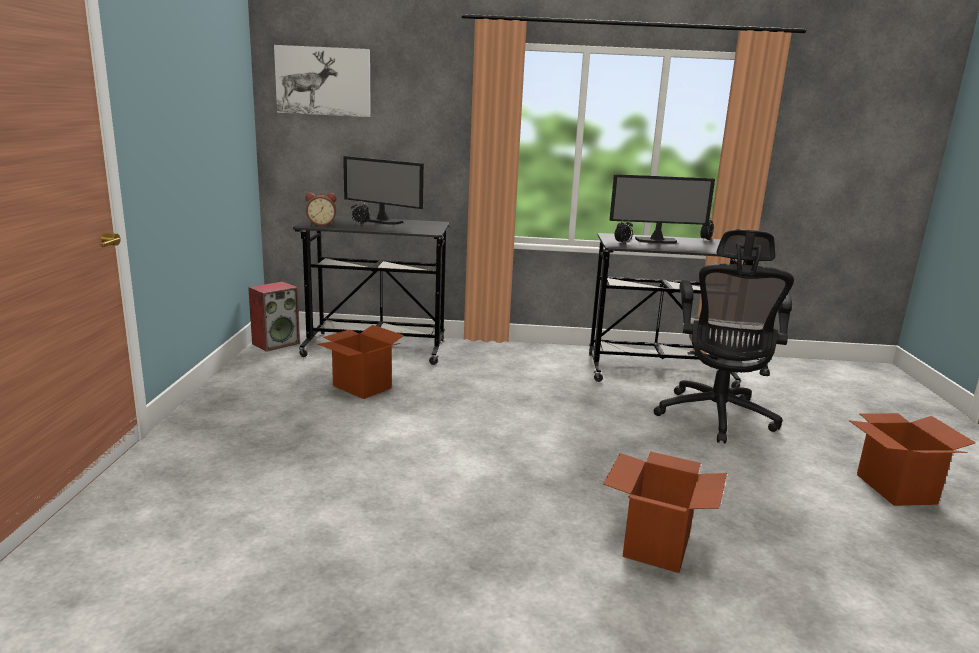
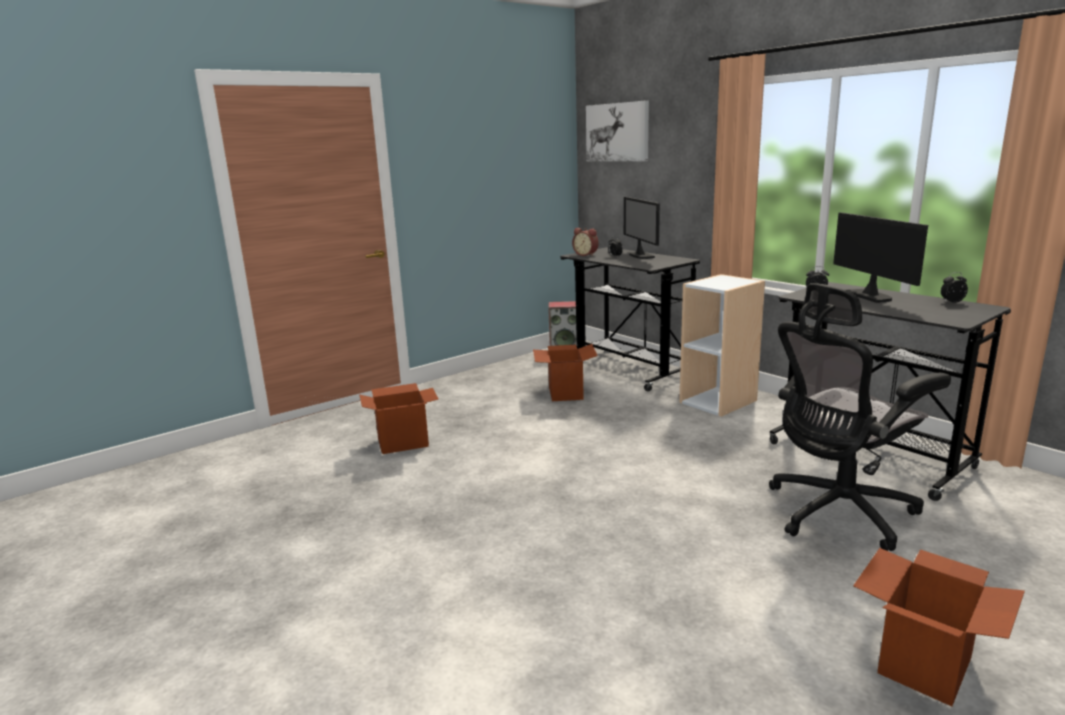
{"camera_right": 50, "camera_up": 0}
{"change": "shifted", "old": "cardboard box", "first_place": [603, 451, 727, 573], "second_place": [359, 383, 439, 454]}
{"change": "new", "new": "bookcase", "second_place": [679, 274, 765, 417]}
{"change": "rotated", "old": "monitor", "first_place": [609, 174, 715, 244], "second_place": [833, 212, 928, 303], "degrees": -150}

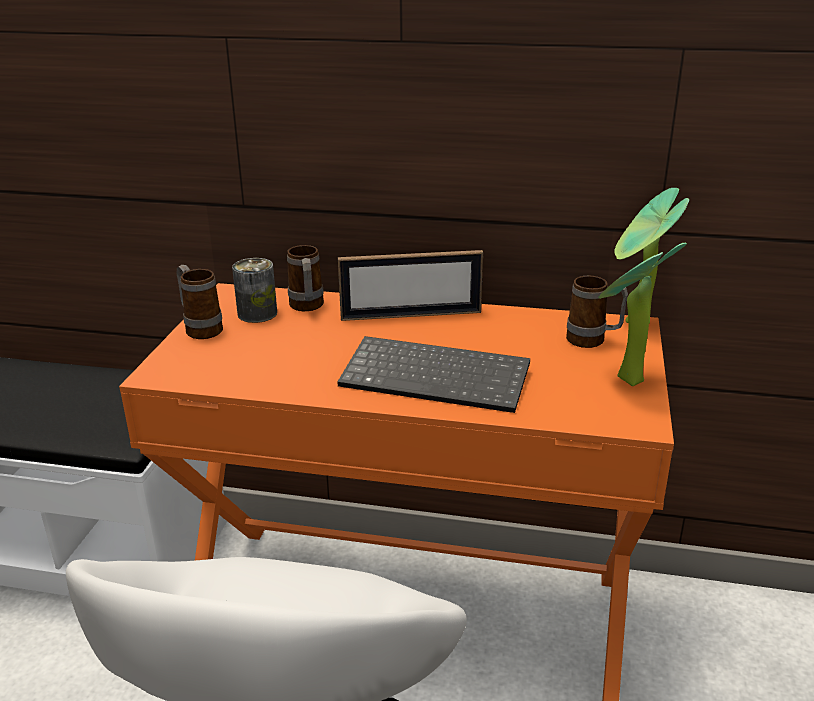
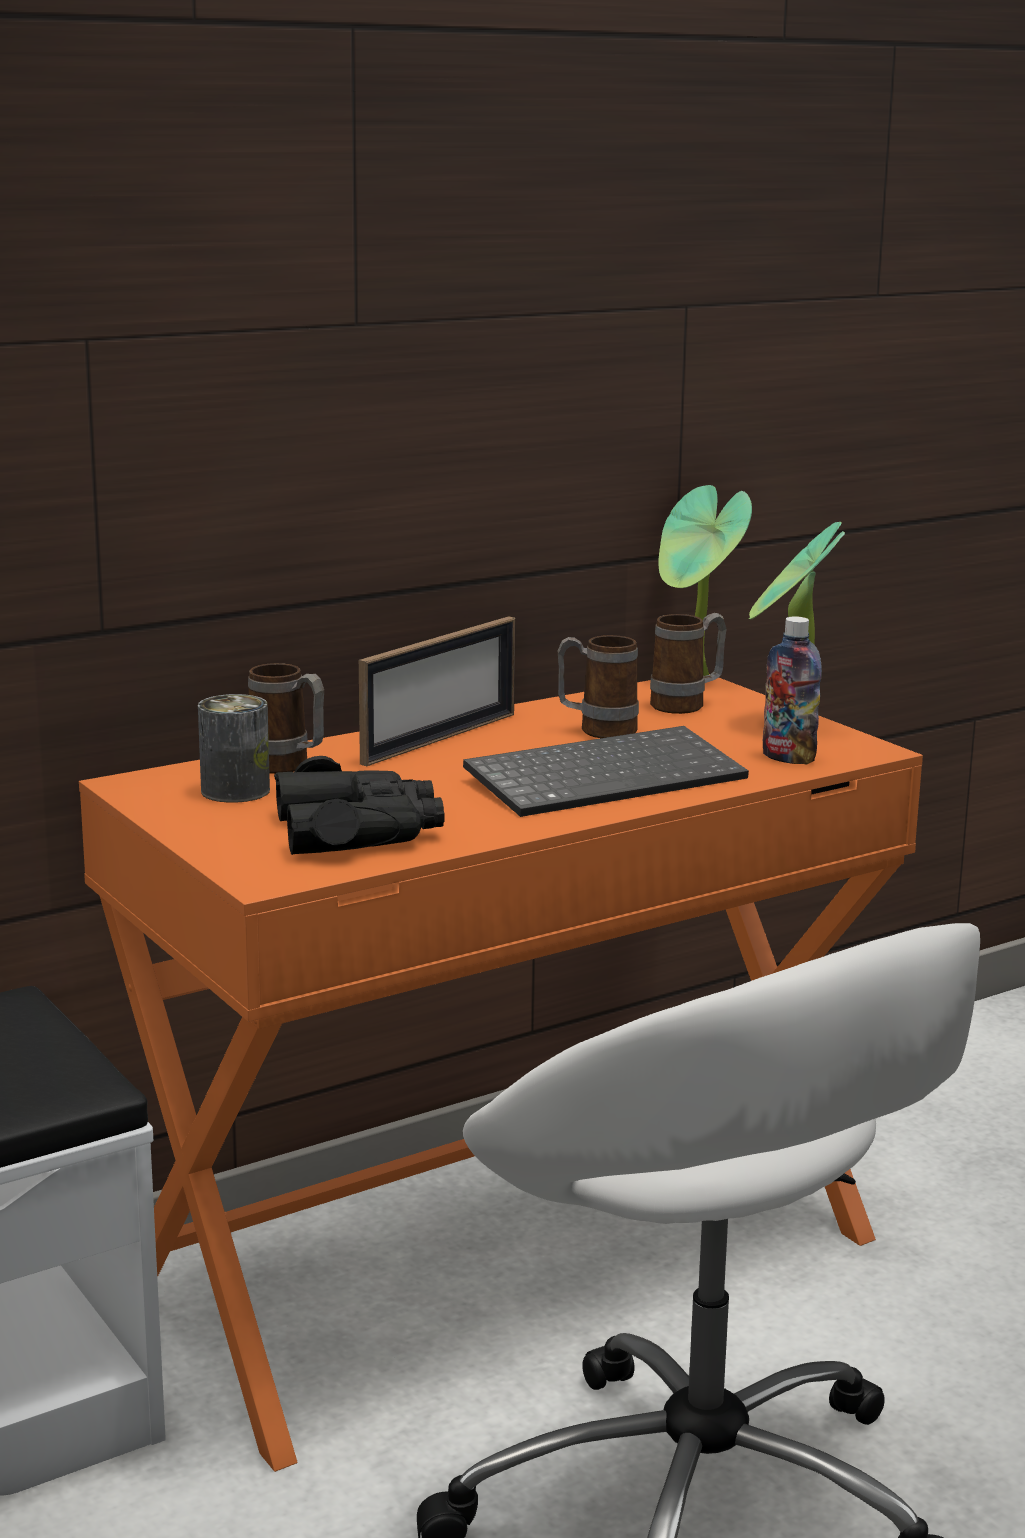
{"camera_right": -45, "camera_up": -10}
{"change": "new", "new": "black binoculars", "second_place": [274, 756, 445, 855]}
{"change": "shifted", "old": "mug", "first_place": [176, 265, 223, 339], "second_place": [558, 635, 639, 738]}
{"change": "new", "new": "bottle", "second_place": [763, 616, 822, 765]}

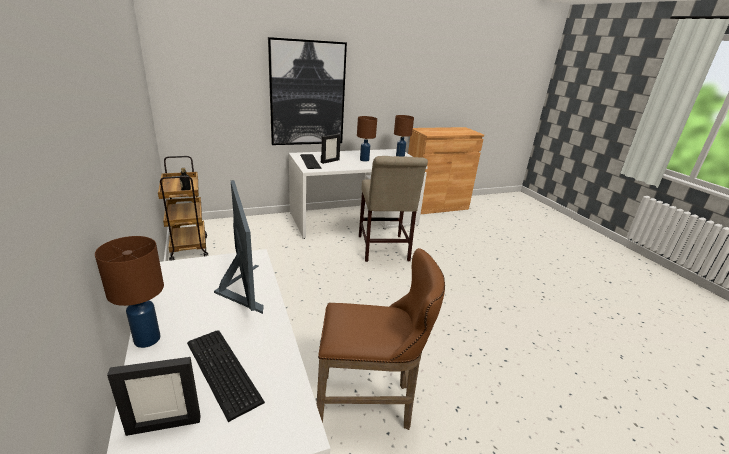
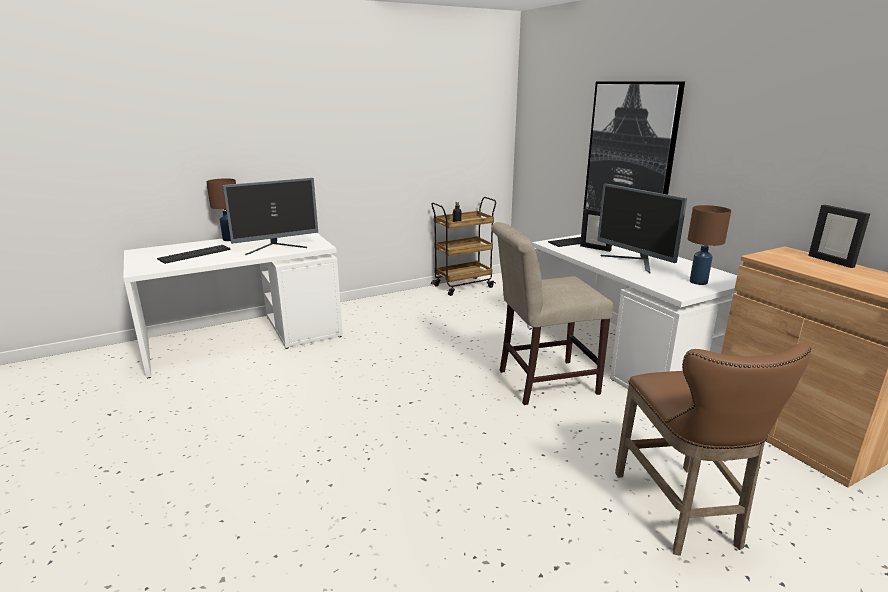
{"camera_right": 85, "camera_up": -5}
{"change": "swapped", "old": "brown table lamp", "new": "monitor", "first_place": [357, 116, 377, 162], "second_place": [597, 183, 687, 273]}
{"change": "shifted", "old": "brown stool", "first_place": [317, 248, 445, 430], "second_place": [615, 343, 811, 556]}
{"change": "shifted", "old": "picture frame", "first_place": [107, 357, 201, 436], "second_place": [808, 205, 870, 268]}

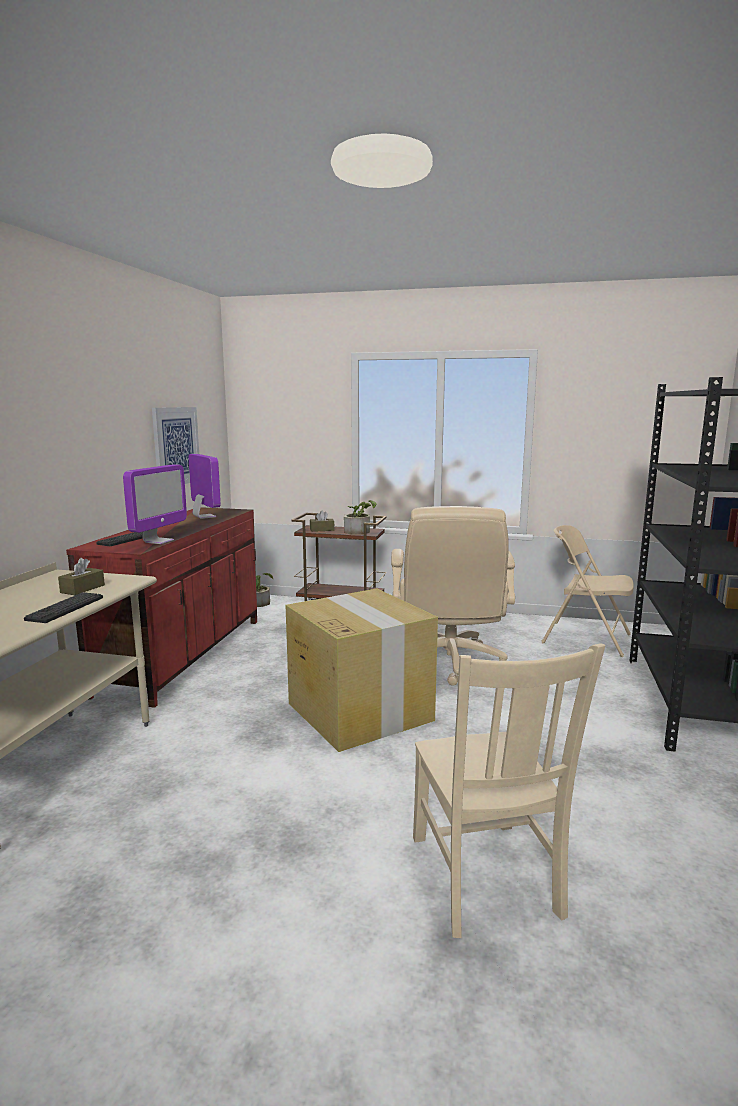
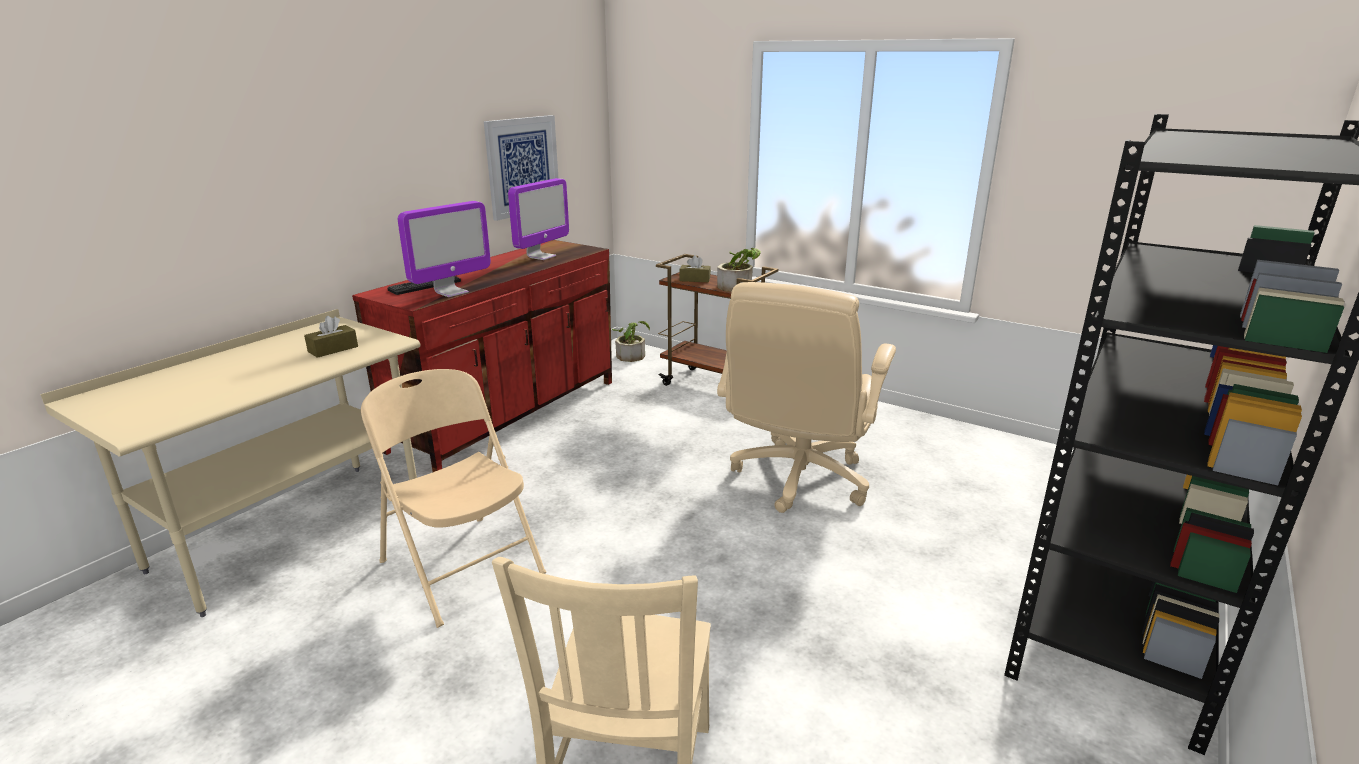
{"camera_right": 20, "camera_up": 10}
{"change": "shifted", "old": "beige chair", "first_place": [542, 525, 634, 657], "second_place": [361, 369, 547, 628]}
{"change": "rotated", "old": "monitor", "first_place": [188, 454, 221, 519], "second_place": [508, 178, 569, 260], "degrees": 45}
{"change": "gone", "old": "keyboard", "first_place": [24, 592, 103, 623]}
{"change": "gone", "old": "cardboard box", "first_place": [286, 589, 438, 752]}

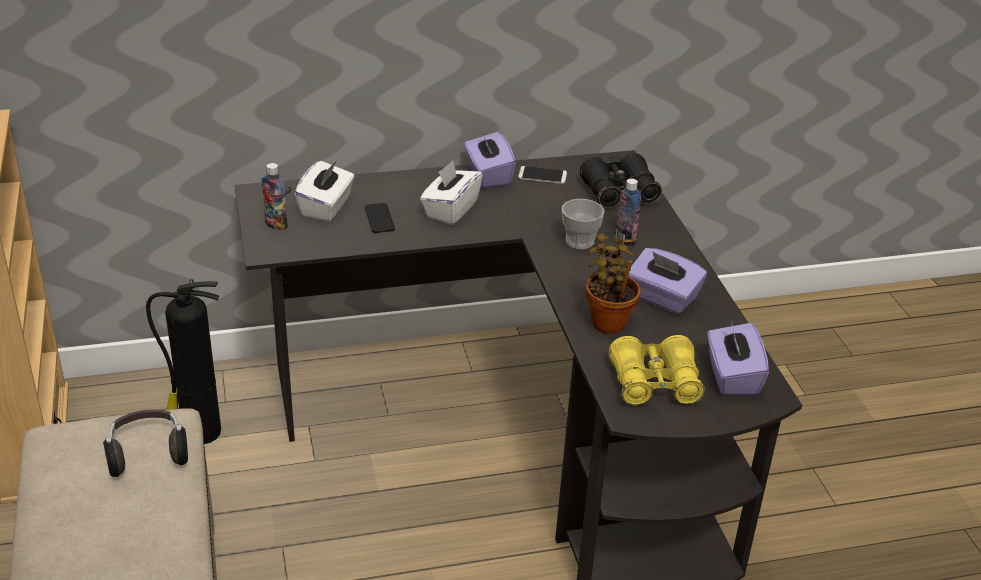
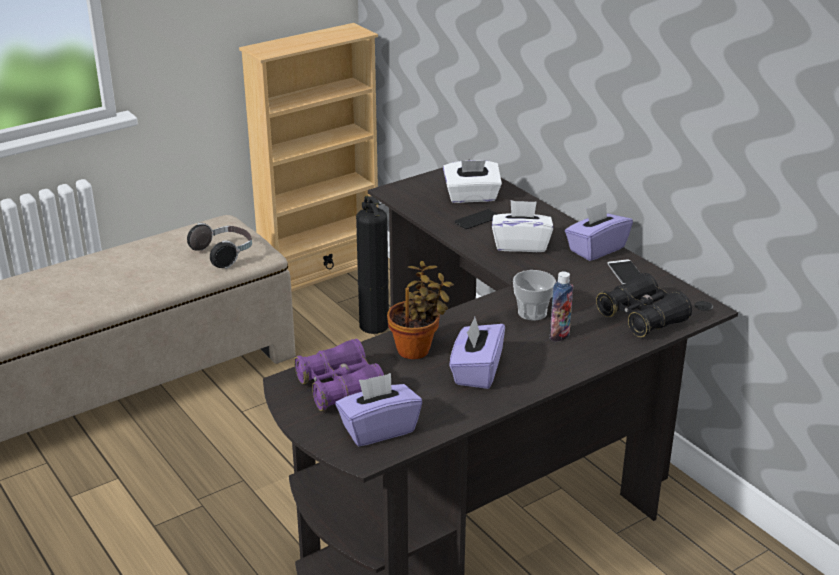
{"camera_right": 70, "camera_up": -5}
{"change": "repainted", "old": "yellow binoculars", "new": "purple binoculars", "first_place": [609, 335, 705, 405], "second_place": [294, 339, 384, 411]}
{"change": "gone", "old": "bottle", "first_place": [262, 163, 288, 230]}

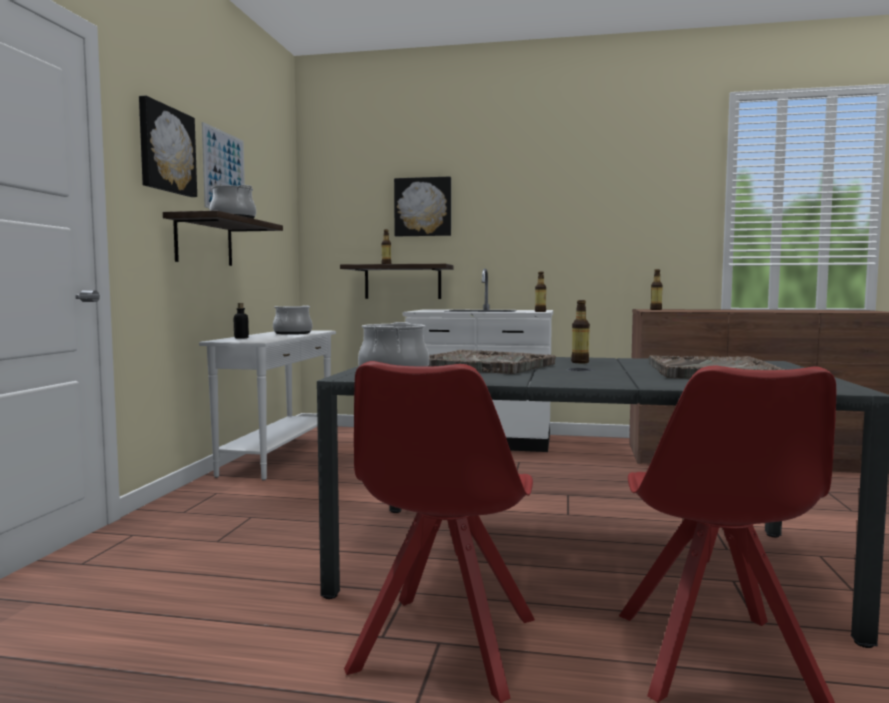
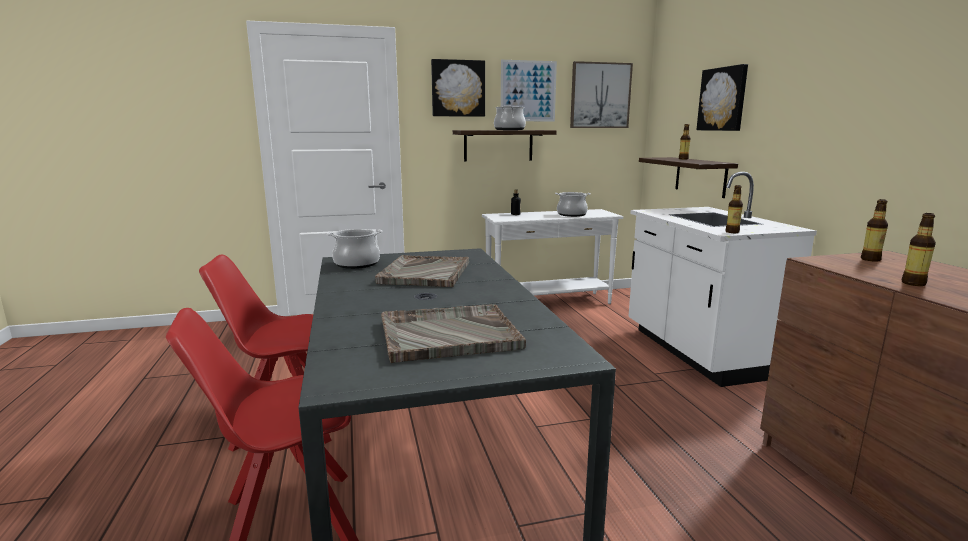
{"camera_right": 65, "camera_up": 10}
{"change": "new", "new": "picture", "second_place": [570, 61, 633, 128]}
{"change": "shifted", "old": "bottle", "first_place": [571, 300, 590, 363], "second_place": [902, 213, 936, 286]}

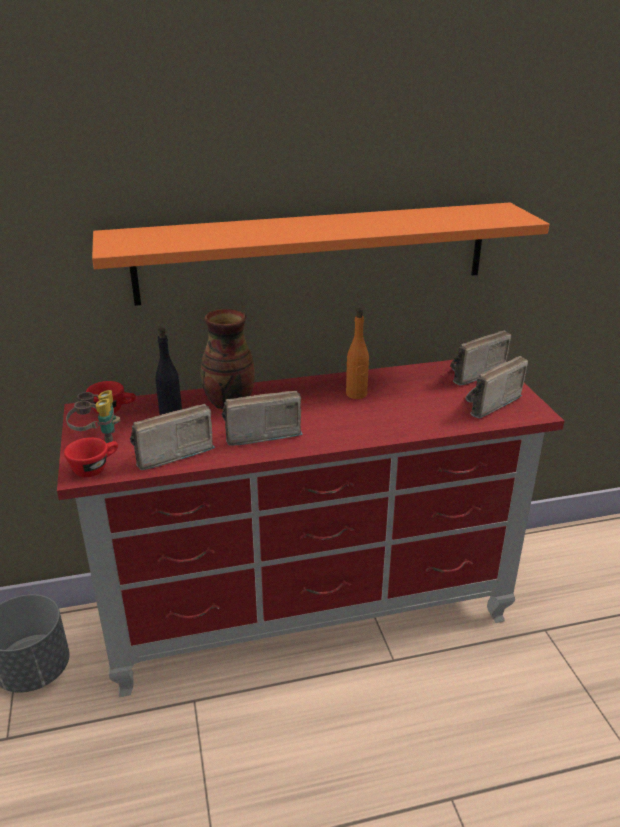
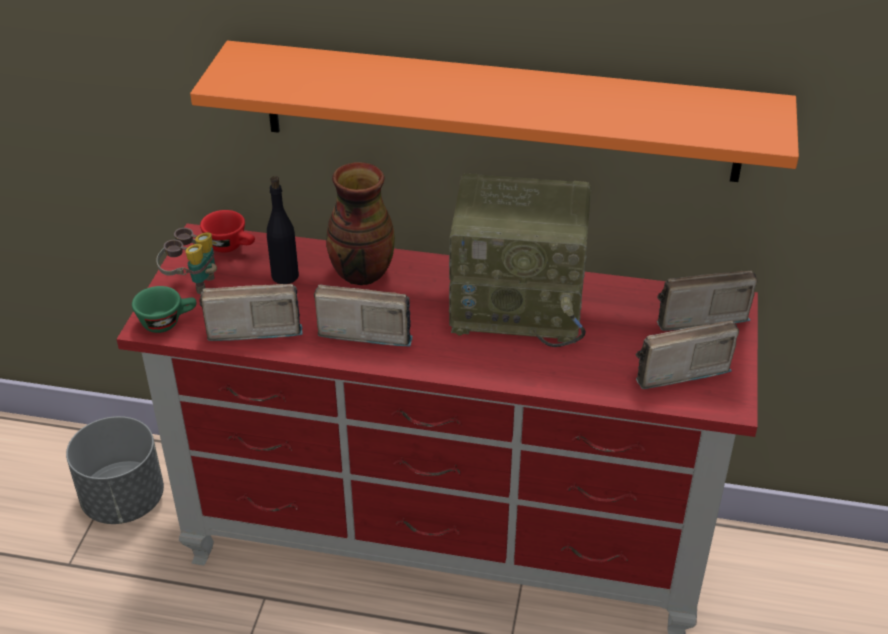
{"camera_right": 25, "camera_up": 10}
{"change": "repainted", "old": "red cup", "new": "green cup", "first_place": [64, 438, 118, 477], "second_place": [132, 286, 196, 333]}
{"change": "swapped", "old": "orange bottle", "new": "radio", "first_place": [346, 308, 369, 399], "second_place": [449, 173, 591, 347]}

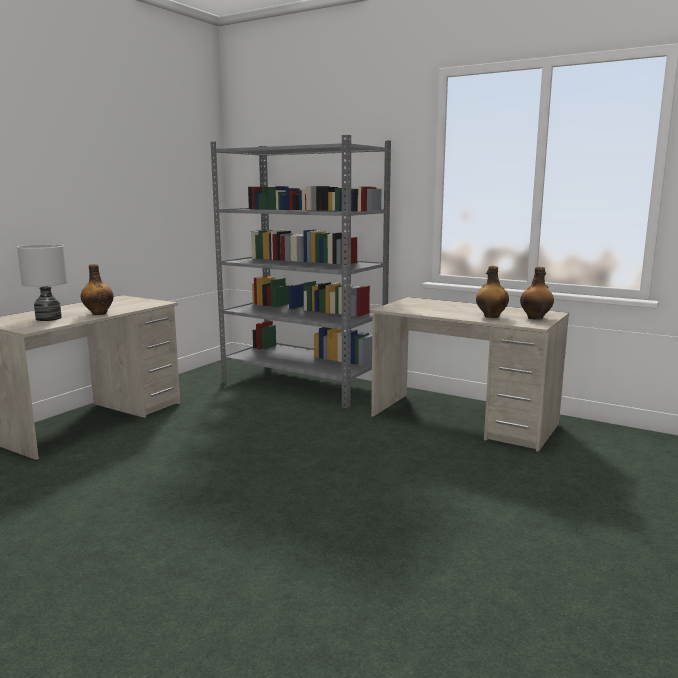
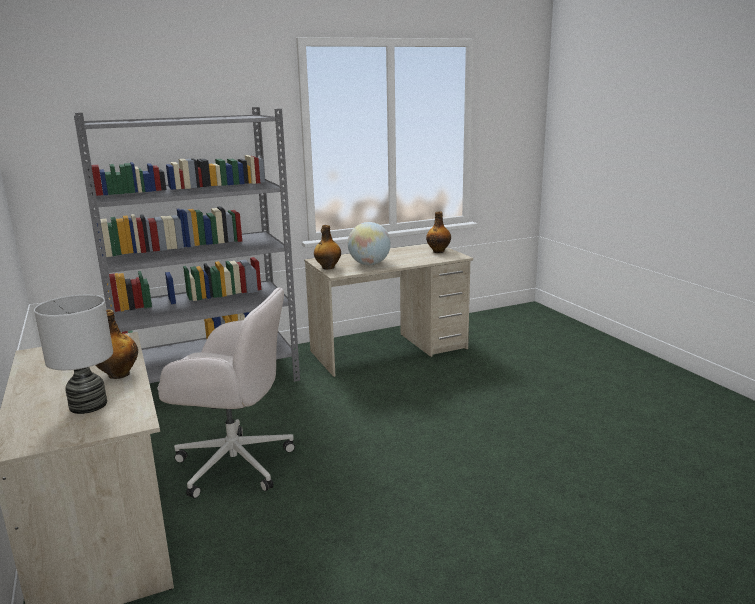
{"camera_right": -55, "camera_up": 5}
{"change": "new", "new": "white office chair", "second_place": [157, 287, 295, 498]}
{"change": "shifted", "old": "bottle", "first_place": [476, 266, 509, 318], "second_place": [314, 225, 341, 269]}
{"change": "new", "new": "globe", "second_place": [348, 222, 391, 265]}

